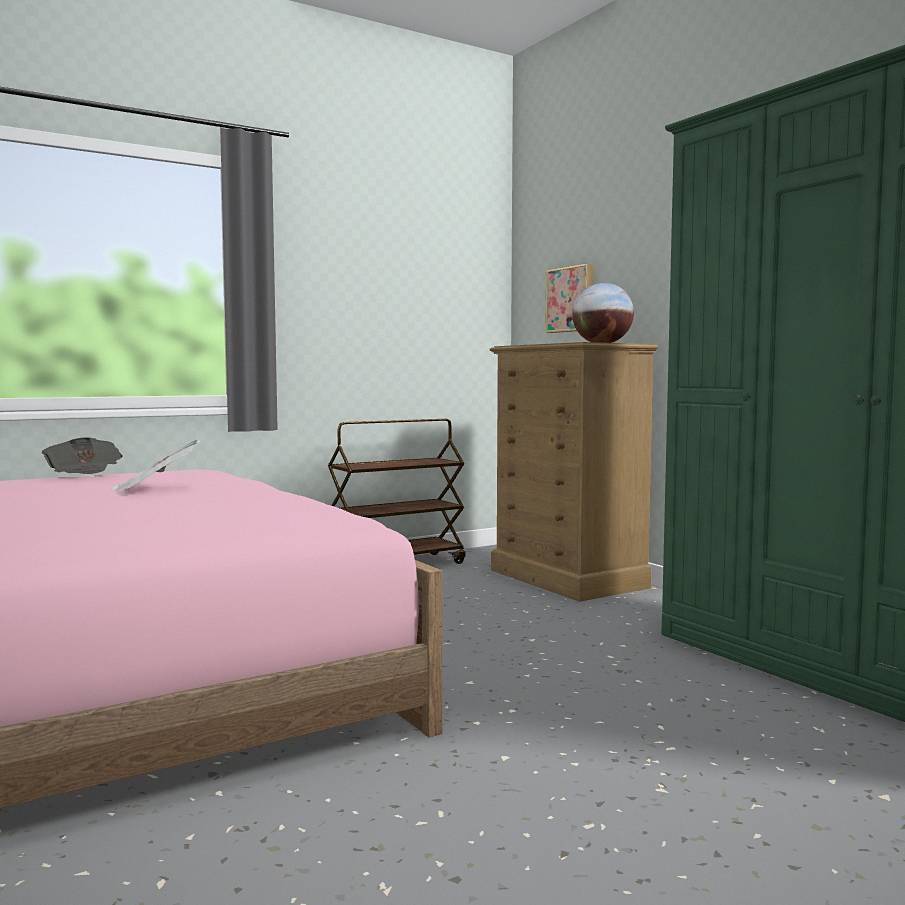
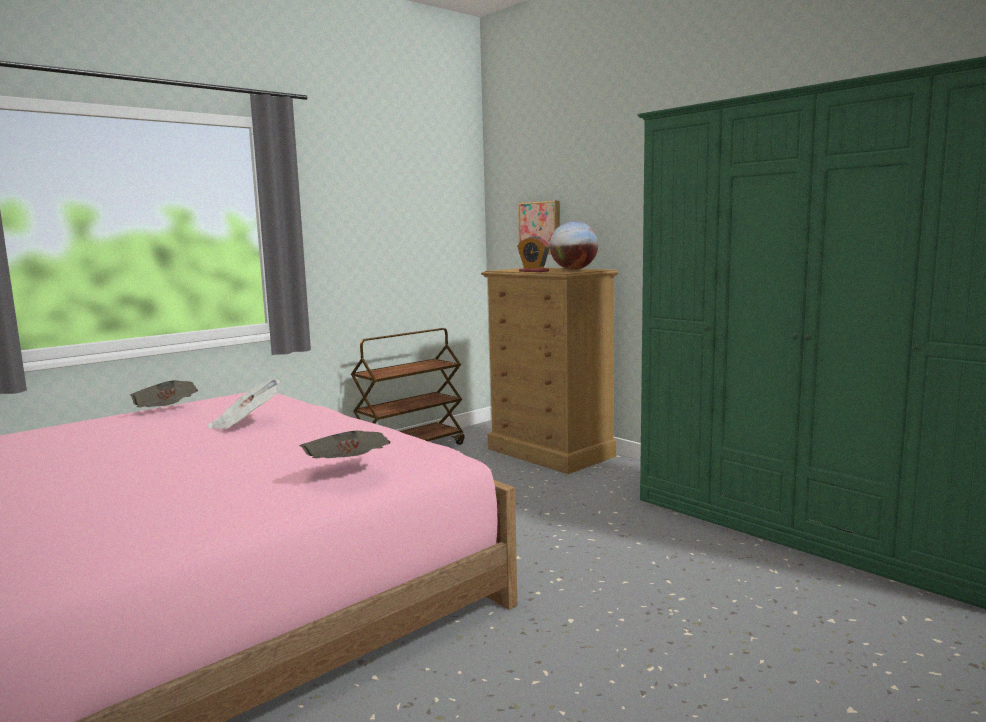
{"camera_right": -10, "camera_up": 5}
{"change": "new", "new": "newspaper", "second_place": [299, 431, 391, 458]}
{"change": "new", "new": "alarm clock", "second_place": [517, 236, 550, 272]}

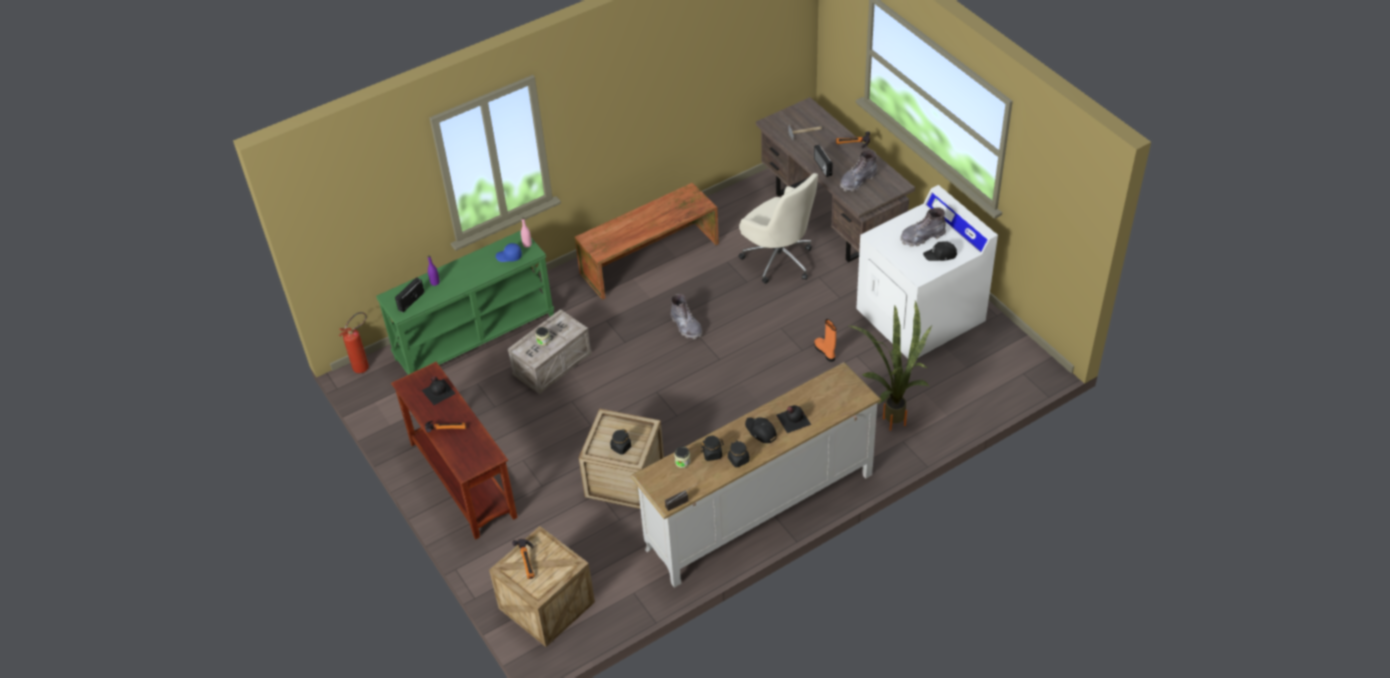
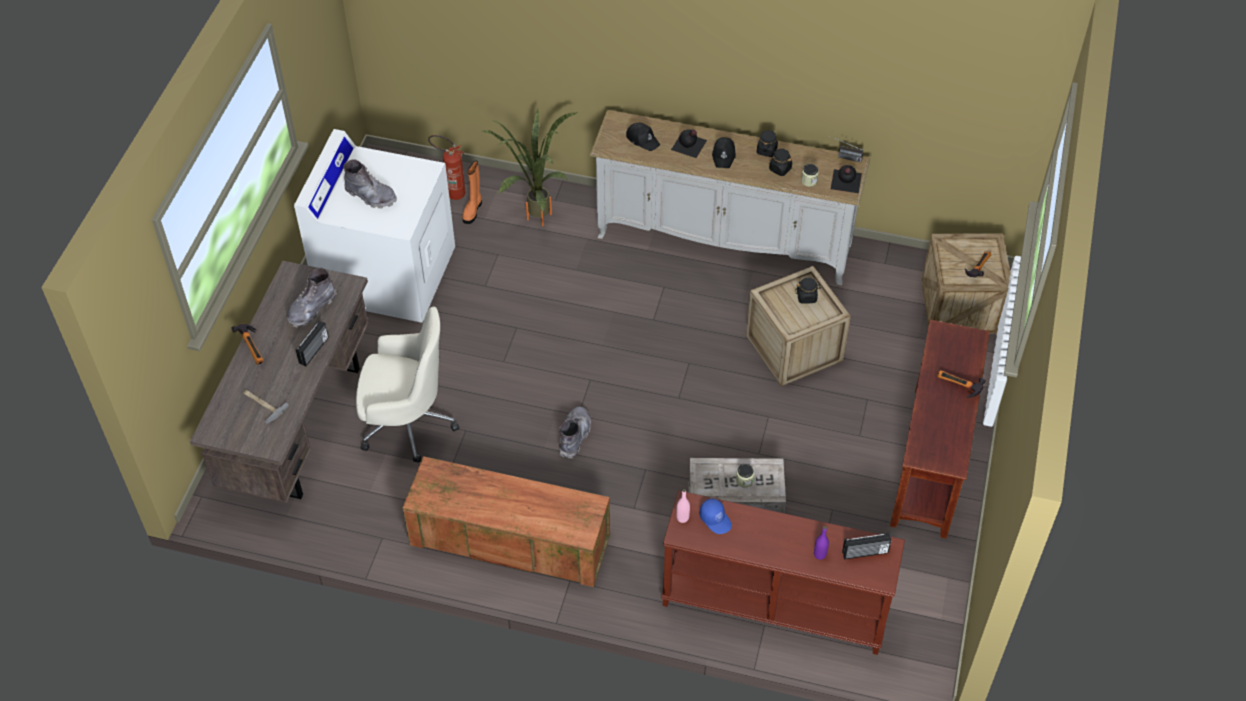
{"camera_right": -135, "camera_up": 5}
{"change": "rotated", "old": "grey boot", "first_place": [840, 149, 878, 192], "second_place": [287, 268, 337, 327], "degrees": 120}
{"change": "rotated", "old": "beige office chair", "first_place": [738, 173, 818, 284], "second_place": [356, 306, 459, 462], "degrees": 90}
{"change": "shifted", "old": "fire extinguisher", "first_place": [339, 312, 369, 373], "second_place": [428, 135, 465, 200]}
{"change": "shifted", "old": "orange boot", "first_place": [814, 319, 836, 362], "second_place": [462, 160, 482, 224]}
{"change": "shifted", "old": "black cap", "first_place": [923, 241, 957, 261], "second_place": [626, 123, 660, 151]}
{"change": "repainted", "old": "green console table", "new": "brown console table", "first_place": [376, 231, 555, 375], "second_place": [661, 490, 905, 655]}
{"change": "shifted", "old": "black bottle", "first_place": [422, 376, 456, 405], "second_place": [831, 165, 862, 193]}

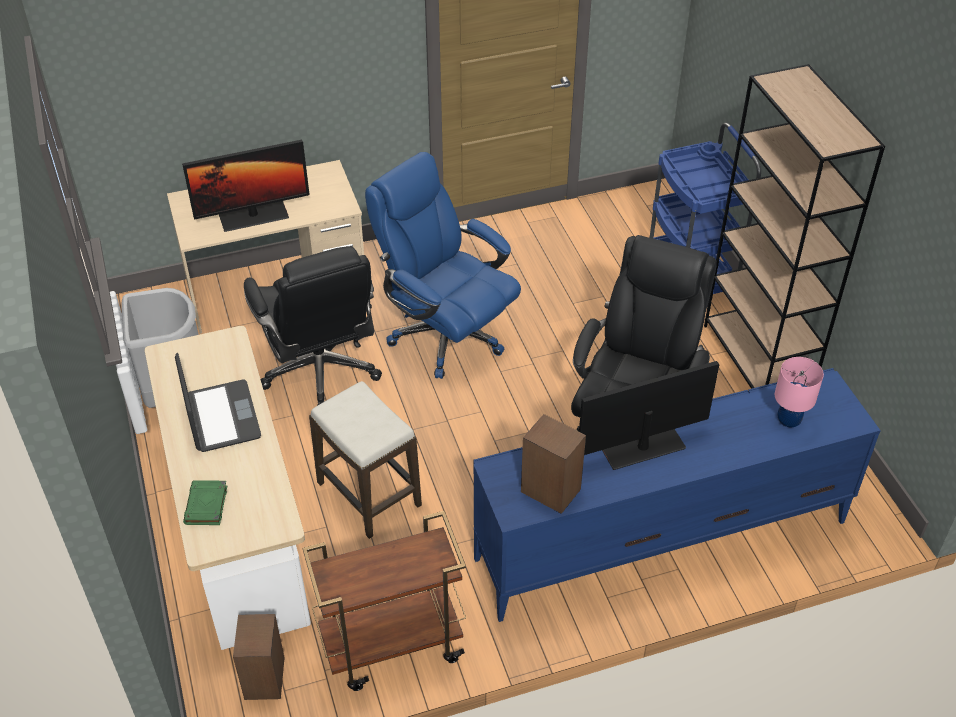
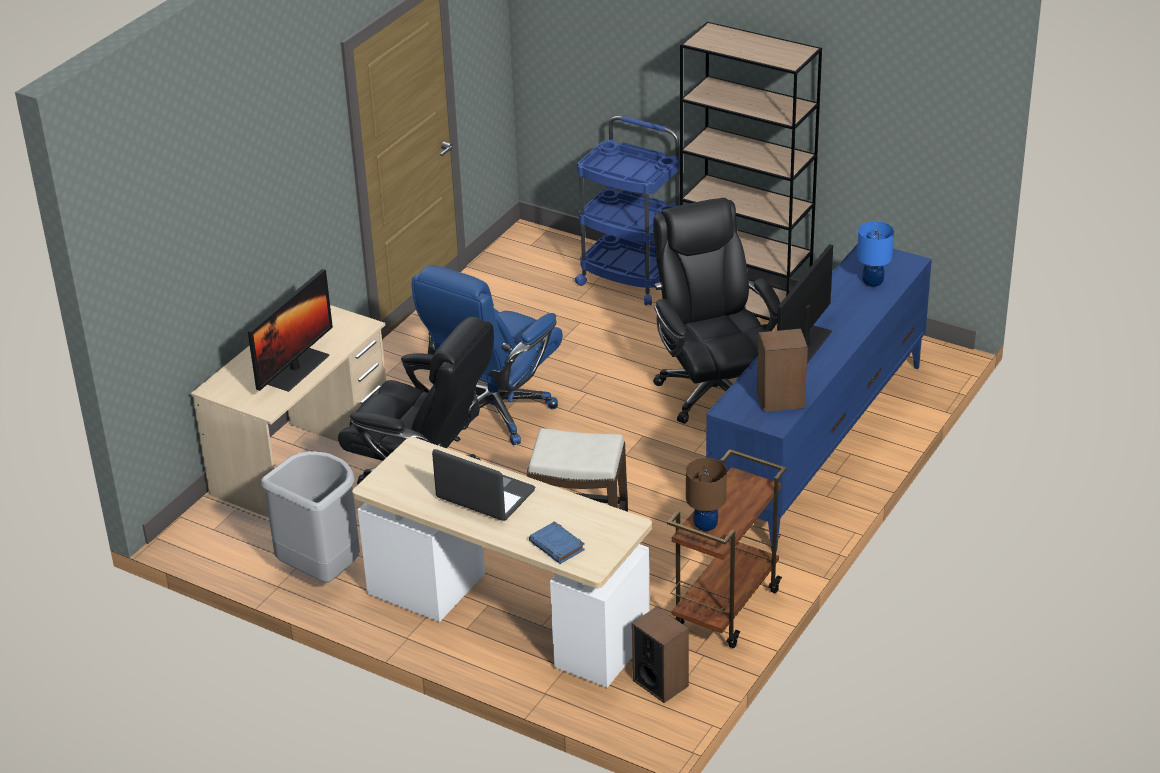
{"camera_right": -40, "camera_up": -10}
{"change": "rotated", "old": "blue office chair", "first_place": [365, 152, 521, 379], "second_place": [412, 265, 563, 445], "degrees": -60}
{"change": "repainted", "old": "green book", "new": "blue book", "first_place": [183, 480, 227, 525], "second_place": [529, 521, 585, 564]}
{"change": "new", "new": "brown table lamp", "second_place": [686, 458, 727, 531]}
{"change": "repainted", "old": "pink table lamp", "new": "blue table lamp", "first_place": [775, 357, 824, 427], "second_place": [857, 221, 894, 287]}

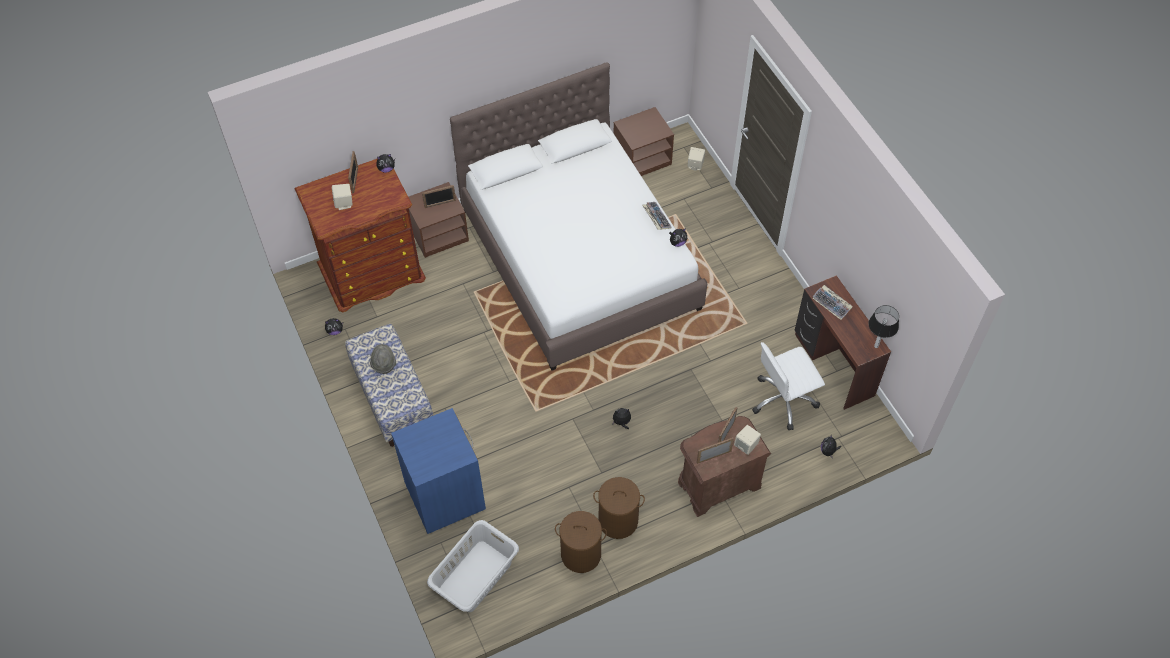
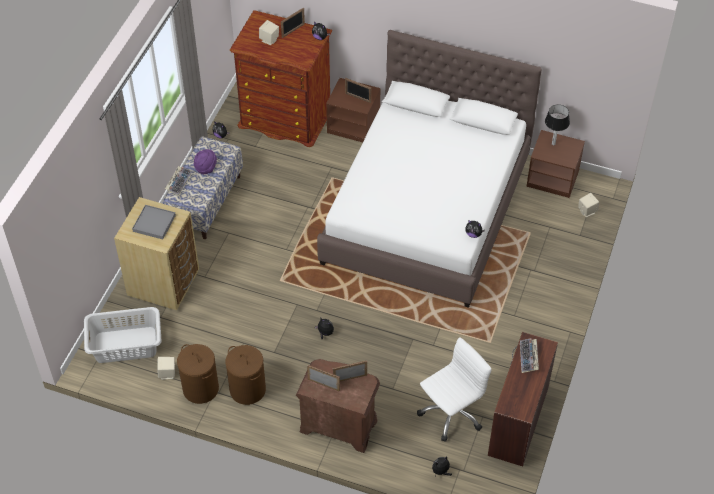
{"camera_right": 45, "camera_up": -5}
{"change": "repainted", "old": "blue dresser", "new": "brown dresser", "first_place": [391, 408, 486, 534], "second_place": [114, 197, 199, 310]}
{"change": "new", "new": "grey tray", "second_place": [132, 205, 176, 239]}
{"change": "shifted", "old": "beige speaker", "first_place": [734, 425, 761, 455], "second_place": [157, 357, 175, 380]}
{"change": "shifted", "old": "keyboard", "first_place": [642, 202, 672, 230], "second_place": [165, 166, 192, 196]}
{"change": "repainted", "old": "grey hat", "new": "purple hat", "first_place": [370, 344, 396, 374], "second_place": [194, 149, 217, 174]}
{"change": "rotated", "old": "white office chair", "first_place": [752, 342, 825, 430], "second_place": [417, 337, 492, 442], "degrees": 120}
{"change": "shifted", "old": "table lamp", "first_place": [868, 305, 899, 348], "second_place": [545, 104, 570, 145]}

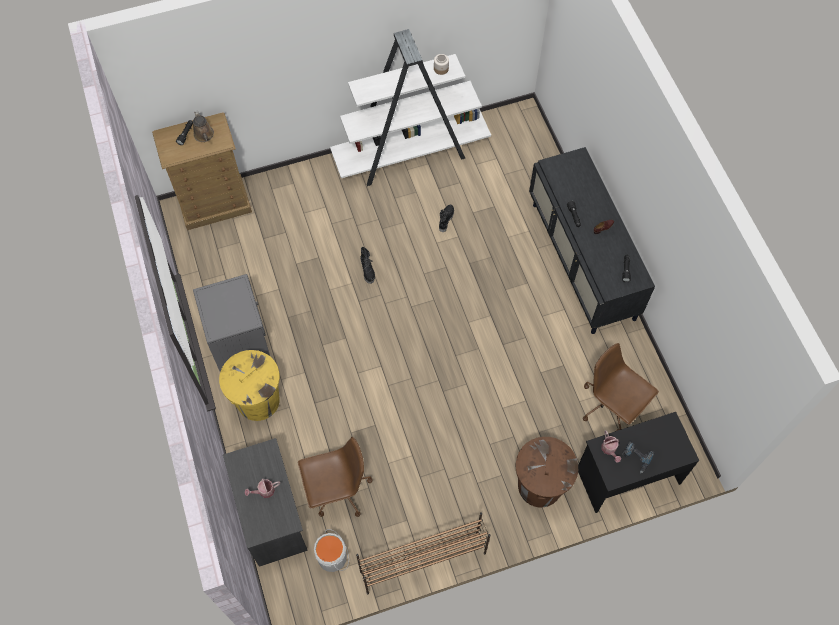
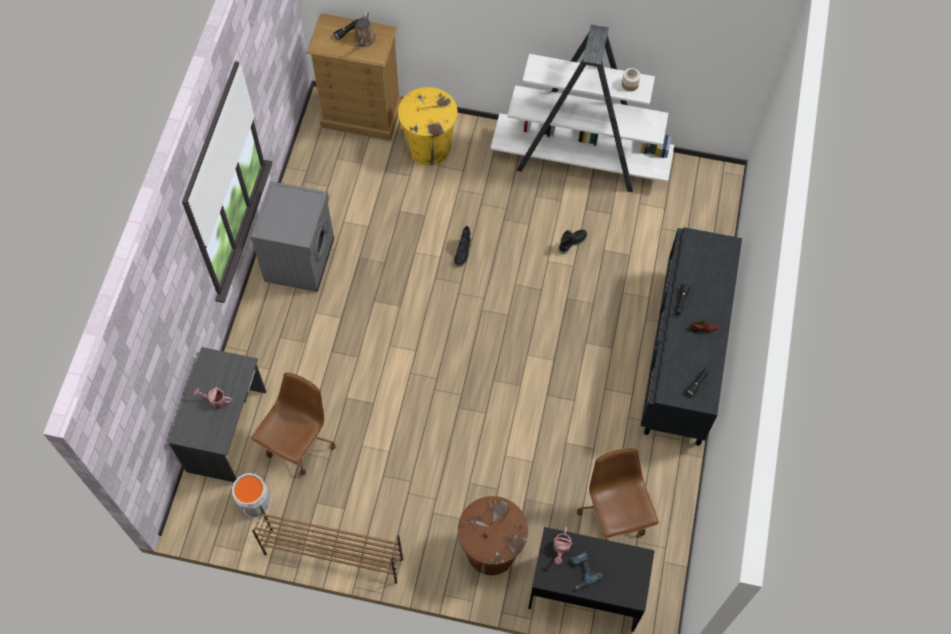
{"camera_right": 30, "camera_up": 0}
{"change": "rotated", "old": "brown office chair", "first_place": [298, 437, 373, 517], "second_place": [251, 373, 336, 475], "degrees": -75}
{"change": "shifted", "old": "yellow trash can", "first_place": [219, 350, 280, 421], "second_place": [398, 87, 458, 166]}

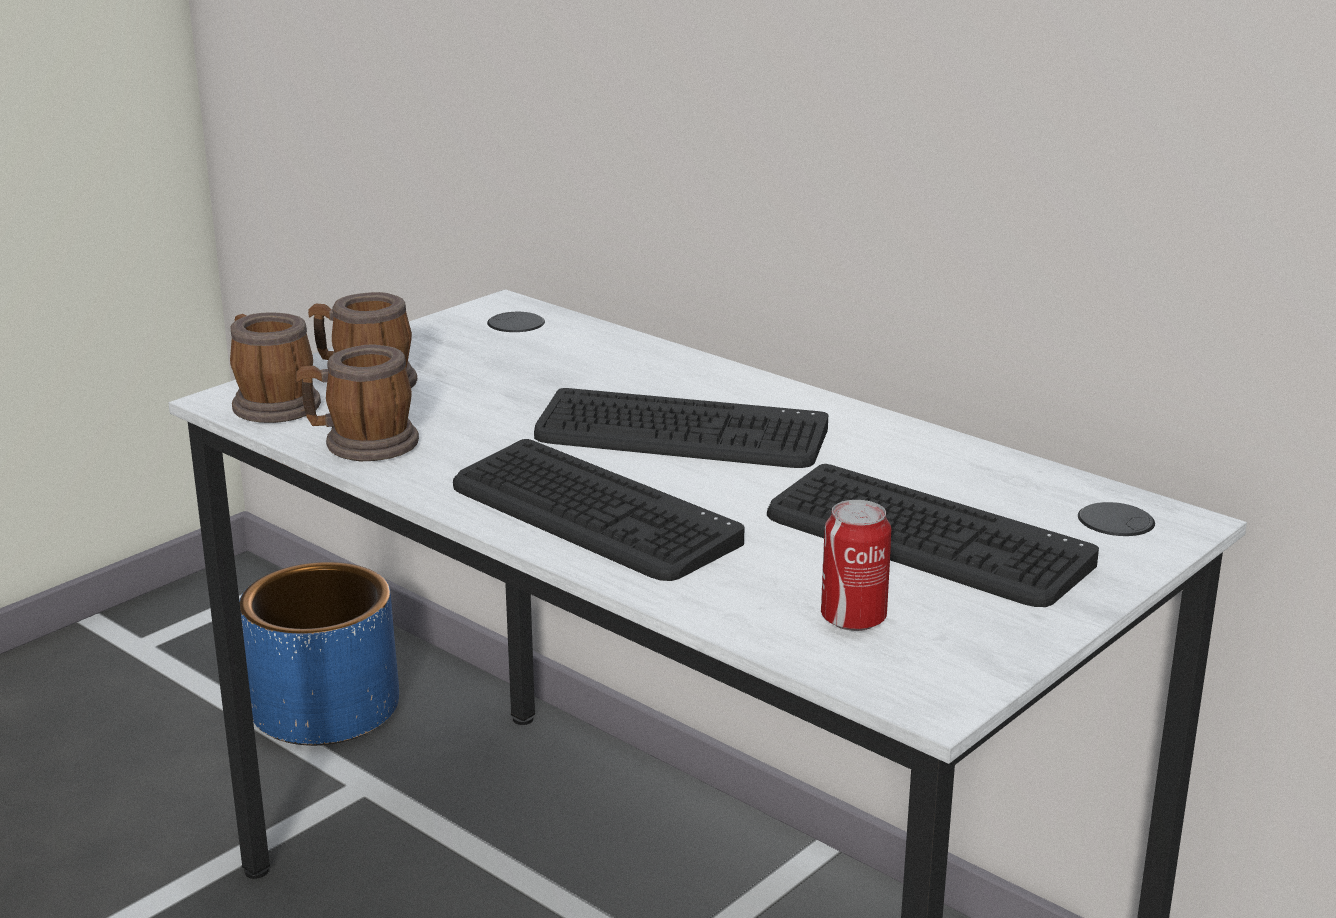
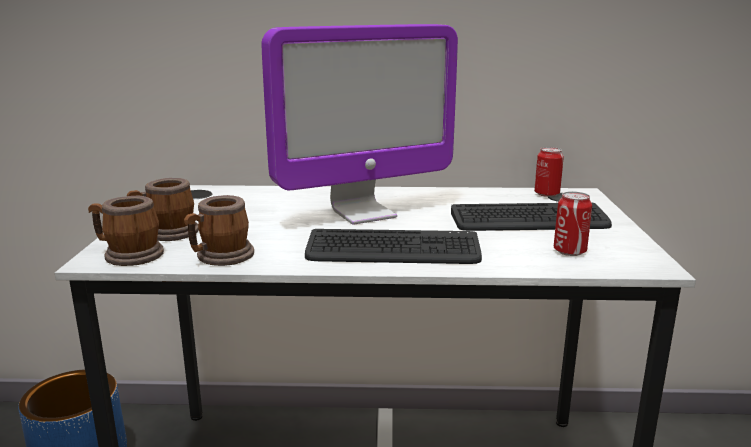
{"camera_right": -40, "camera_up": -5}
{"change": "swapped", "old": "keyboard", "new": "monitor", "first_place": [534, 388, 828, 468], "second_place": [262, 24, 458, 225]}
{"change": "new", "new": "can", "second_place": [534, 147, 564, 197]}

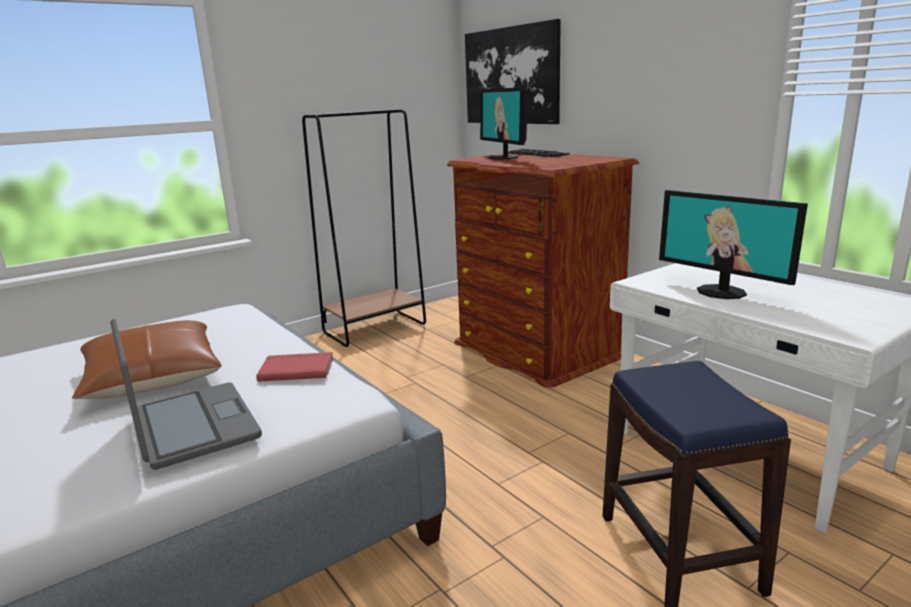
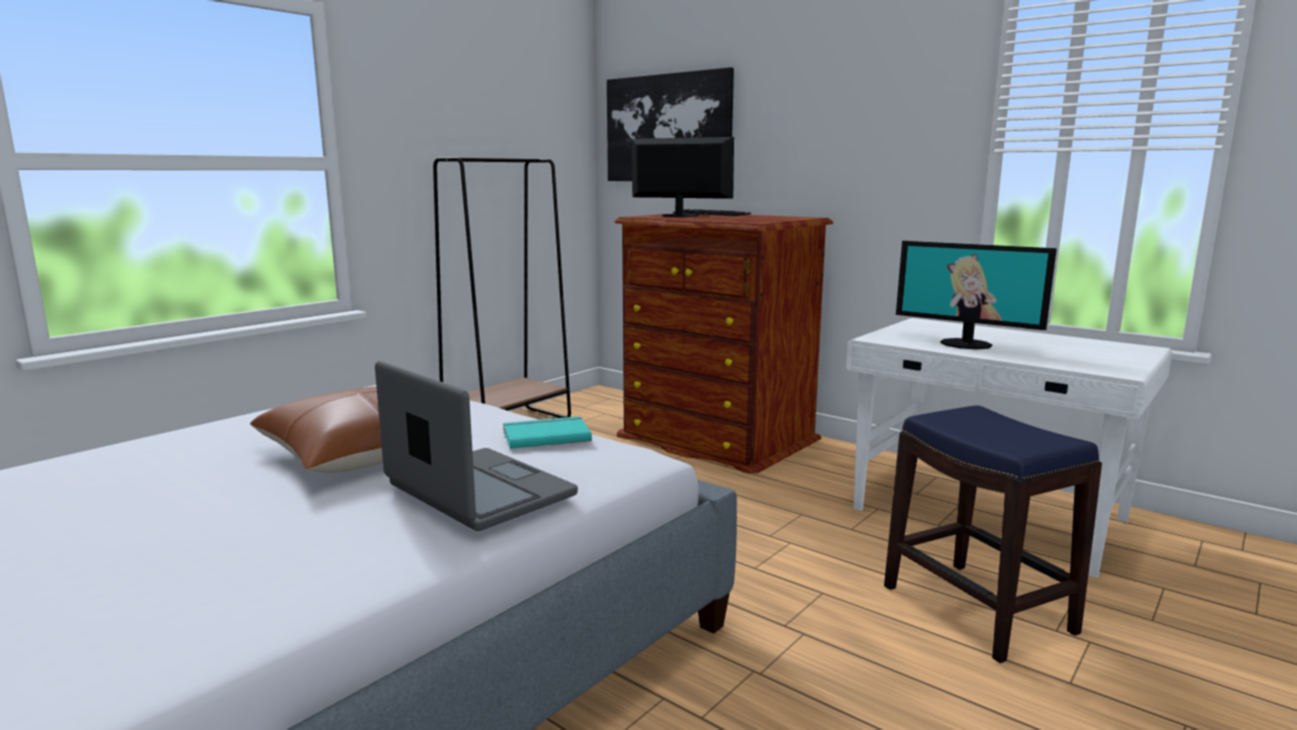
{"camera_right": -15, "camera_up": -5}
{"change": "repainted", "old": "red book", "new": "turquoise book", "first_place": [256, 352, 333, 382], "second_place": [503, 416, 592, 449]}
{"change": "rotated", "old": "monitor", "first_place": [480, 87, 528, 160], "second_place": [631, 137, 734, 217], "degrees": 150}

